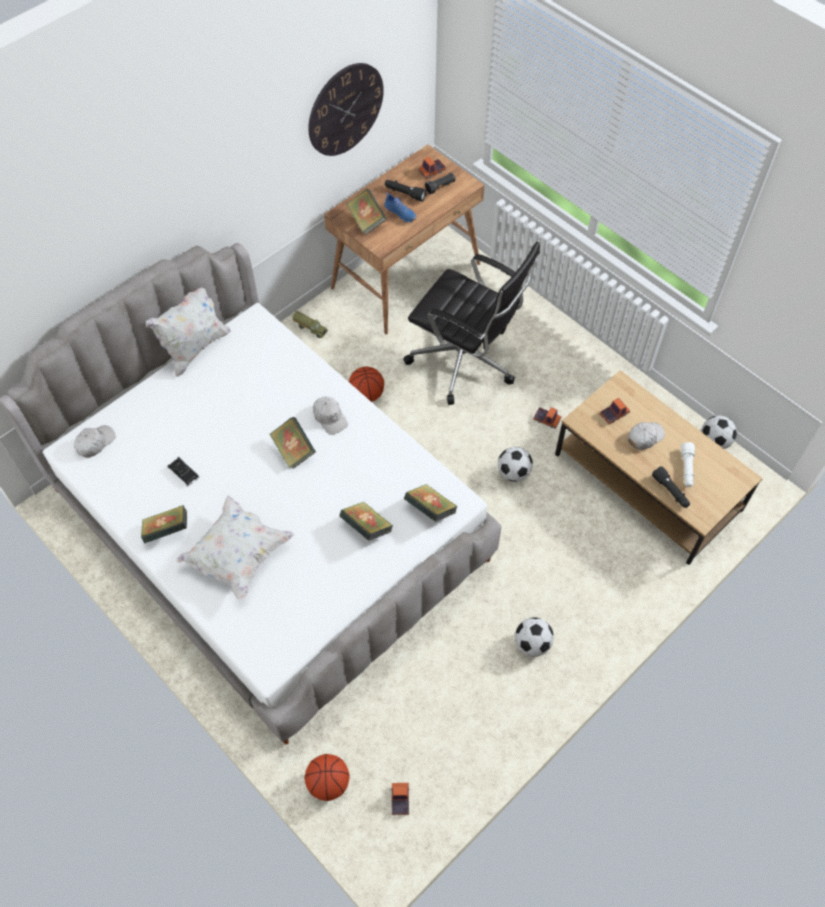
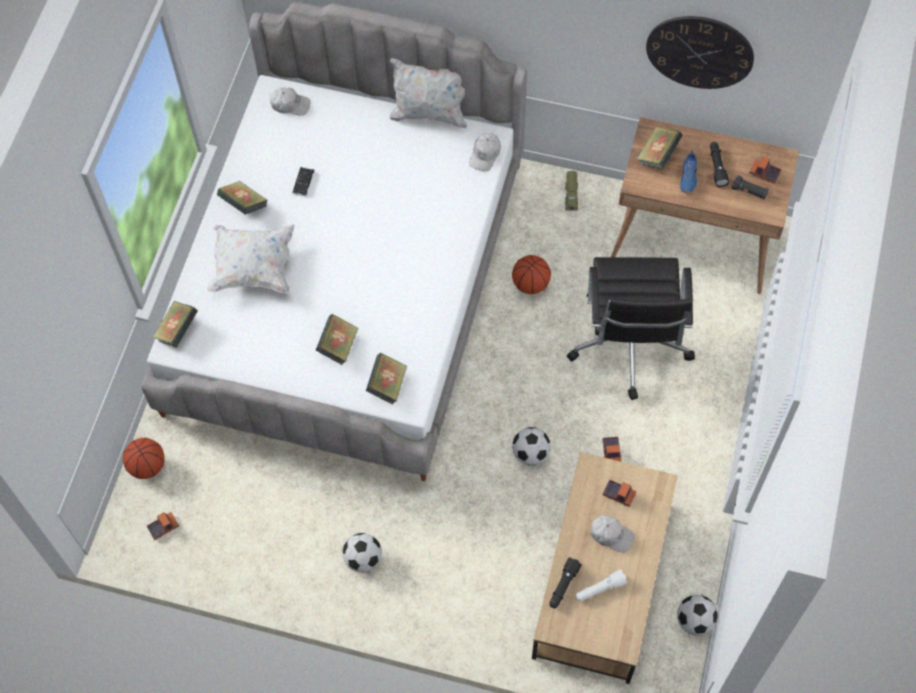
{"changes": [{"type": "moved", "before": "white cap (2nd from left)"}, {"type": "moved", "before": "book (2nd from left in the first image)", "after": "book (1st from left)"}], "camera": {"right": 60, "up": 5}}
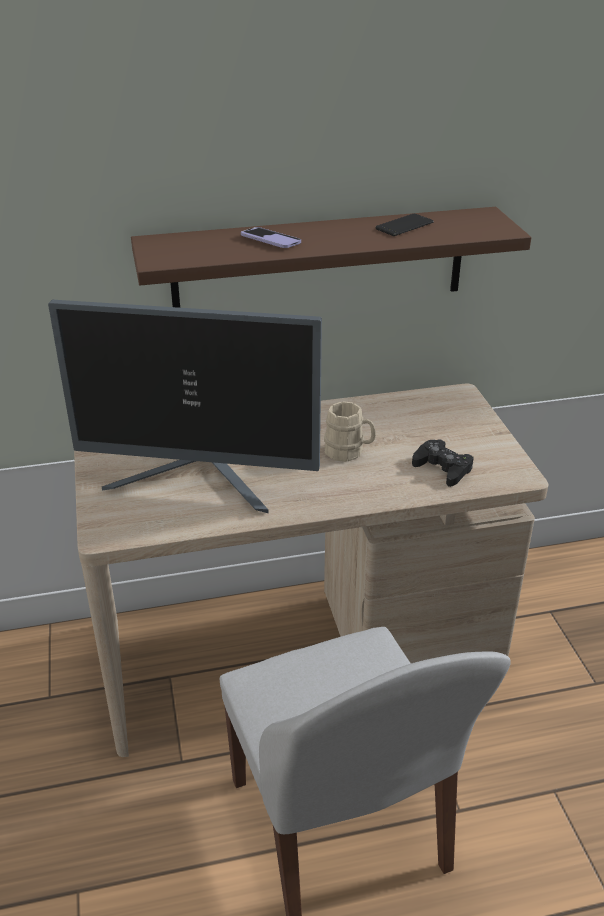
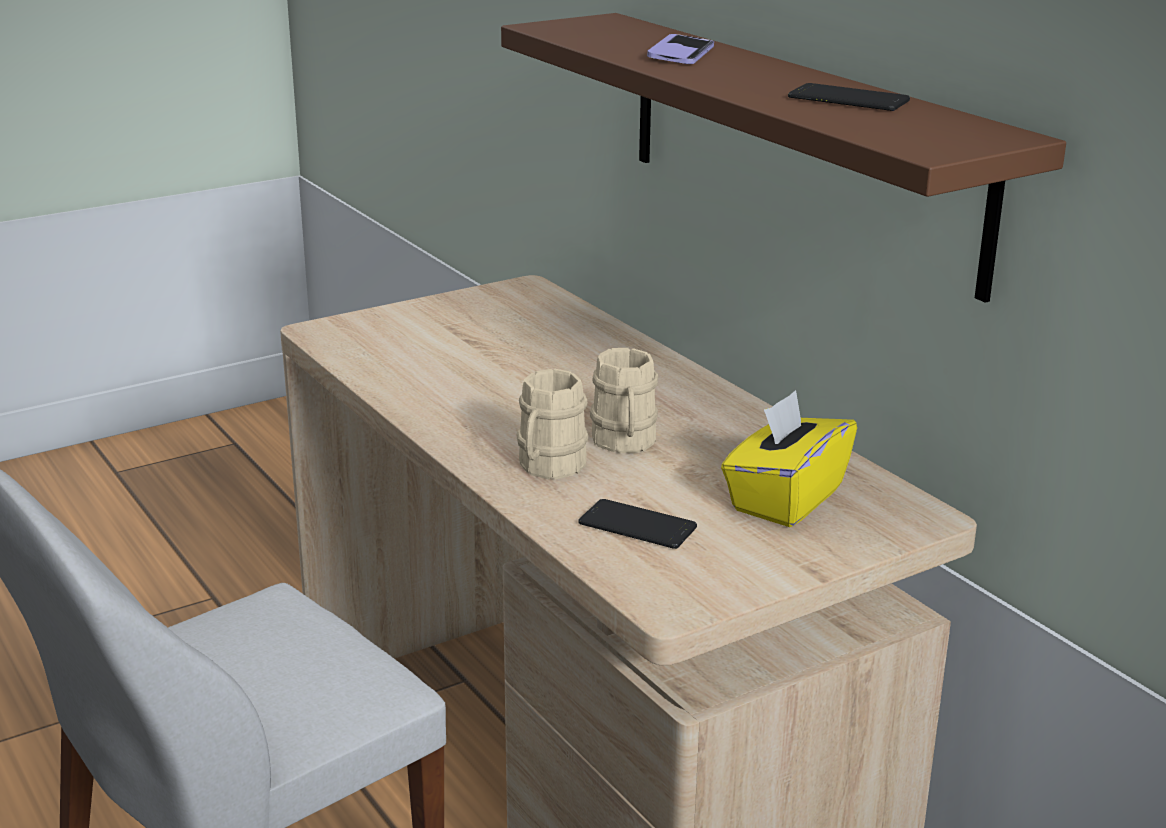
{"changes": [{"type": "removed", "before": "monitor"}, {"type": "replaced", "before": "black game controller", "after": "phone (1st from left)"}, {"type": "added", "after": "beige mug (1st from left)"}, {"type": "added", "after": "yellow tissue box"}], "camera": {"right": 70, "up": -10}}
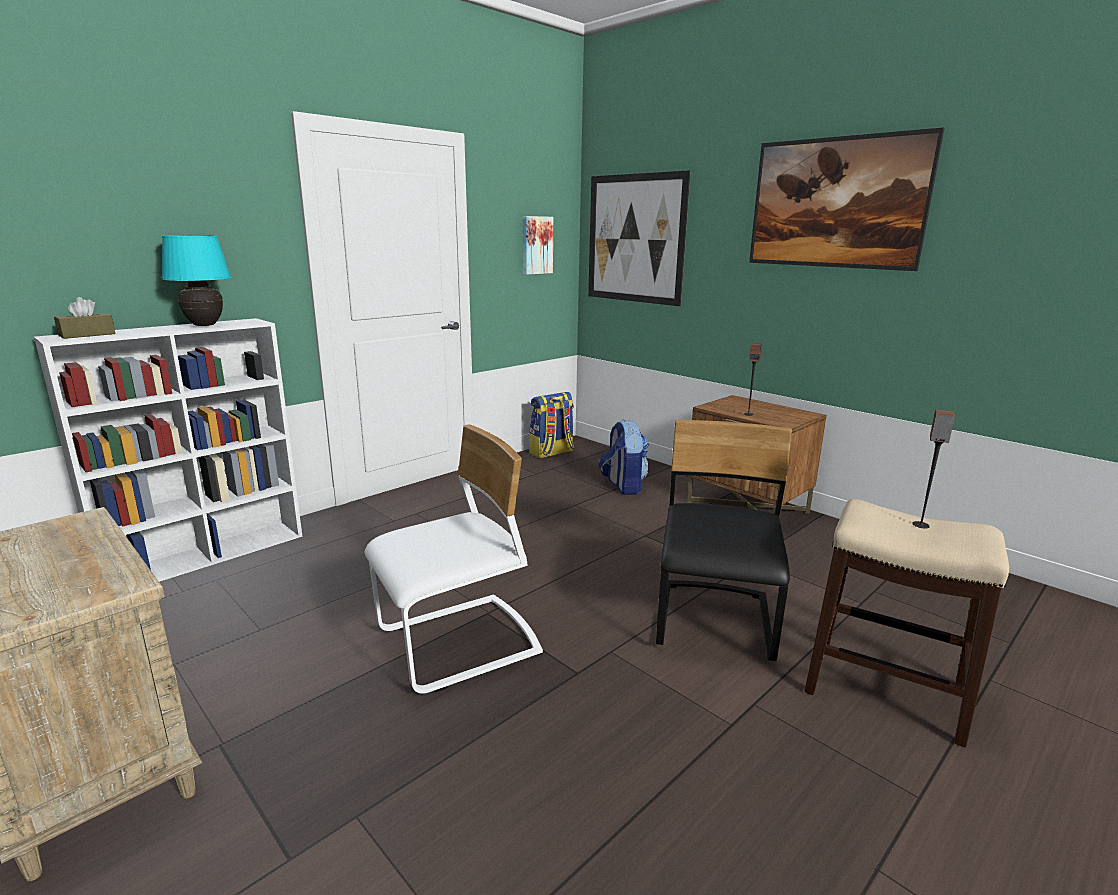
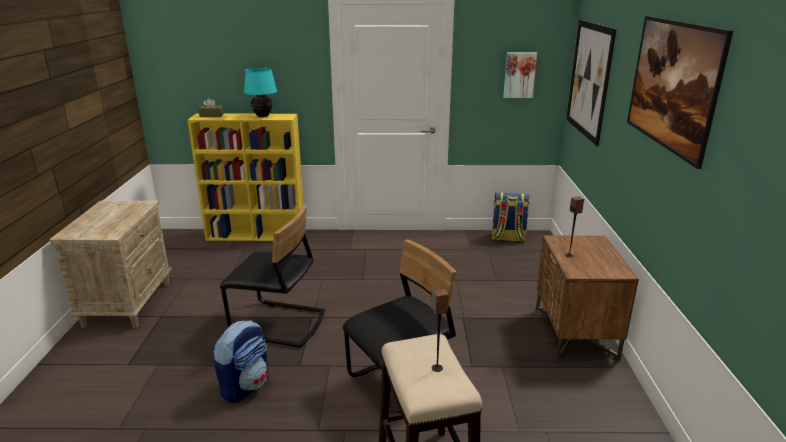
{"changes": [{"type": "recoloured", "before": "white bookcase", "after": "yellow bookcase"}, {"type": "moved", "before": "backpack (2nd from left in the first image)", "after": "backpack (1st from left)"}, {"type": "recoloured", "before": "white chair", "after": "black chair (1st from left)"}], "camera": {"right": 45, "up": 5}}
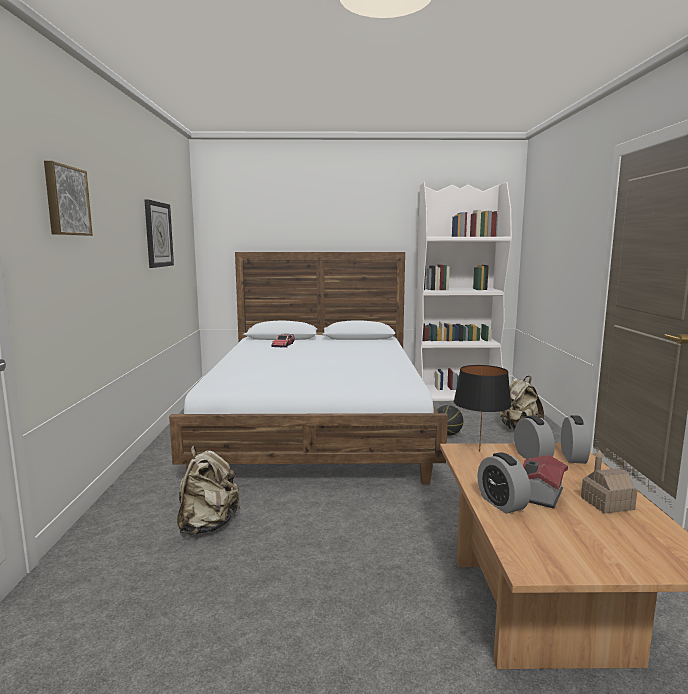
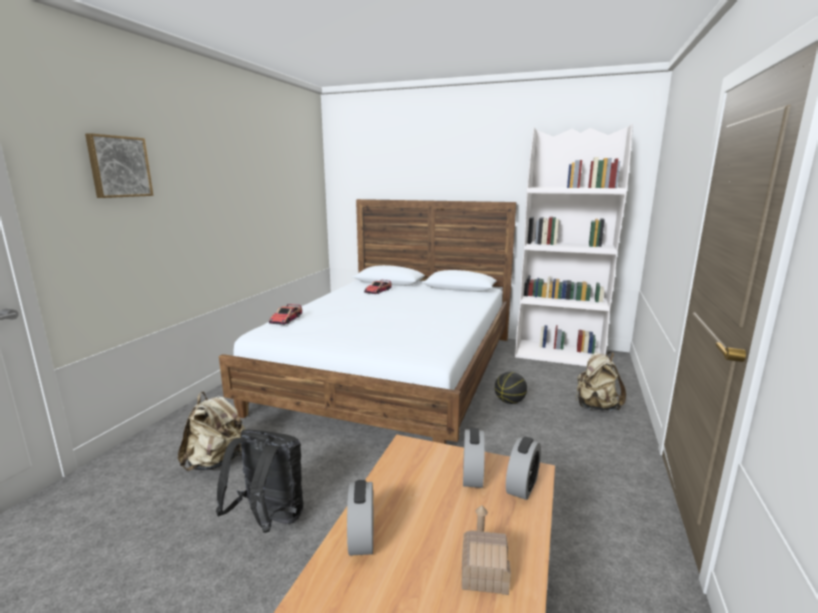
{"changes": [{"type": "removed", "before": "wall clock"}, {"type": "removed", "before": "black table lamp"}, {"type": "removed", "before": "toy house (1st from left)"}, {"type": "added", "after": "toy car (1st from left)"}, {"type": "added", "after": "black backpack"}], "camera": {"right": 20, "up": 5}}
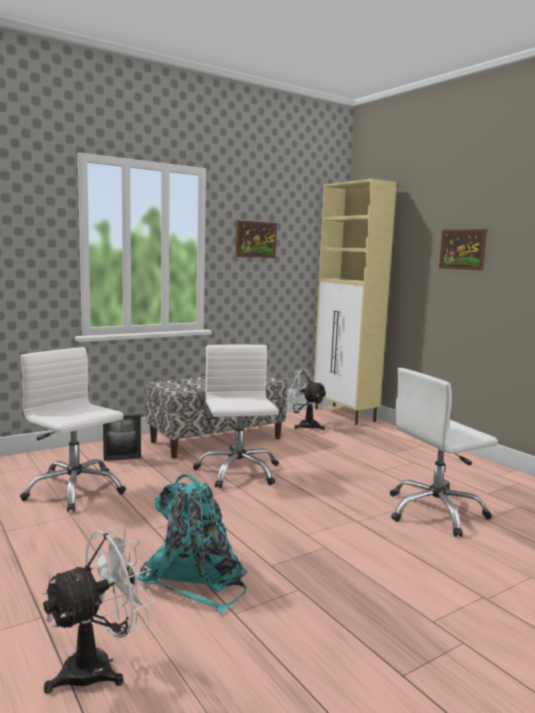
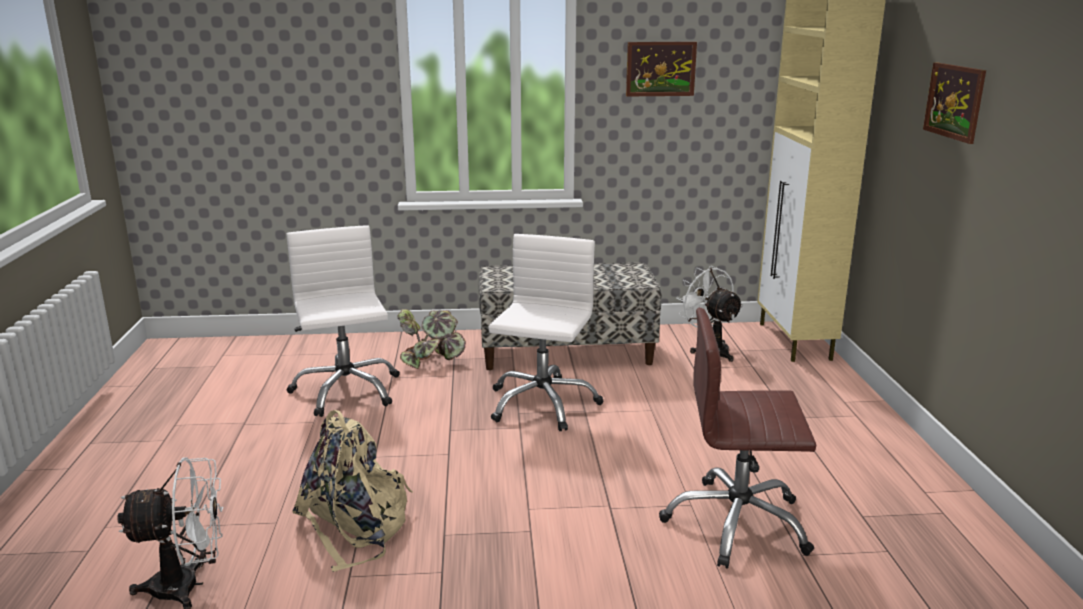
{"changes": [{"type": "recoloured", "before": "white office chair (3rd from left)", "after": "brown office chair"}, {"type": "replaced", "before": "picture frame", "after": "potted plant"}, {"type": "recoloured", "before": "turquoise backpack", "after": "beige backpack"}], "camera": {"right": 30, "up": 10}}
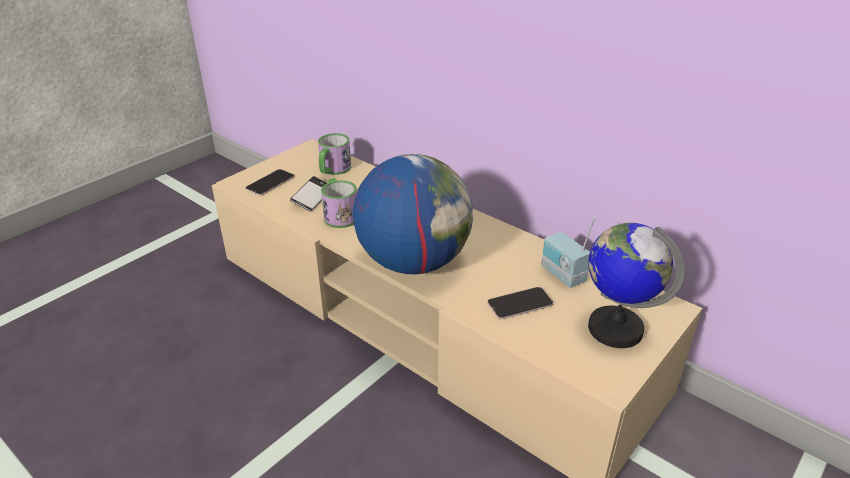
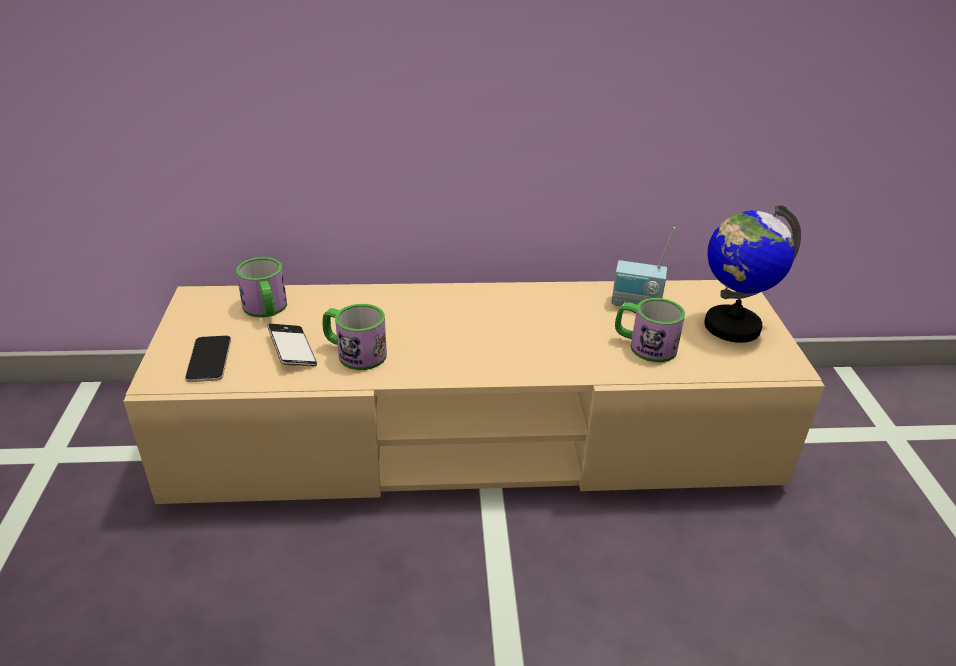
{"changes": [{"type": "removed", "before": "globe (1st from left)"}, {"type": "replaced", "before": "phone (3rd from left)", "after": "mug (3rd from left)"}], "camera": {"right": -45, "up": 0}}
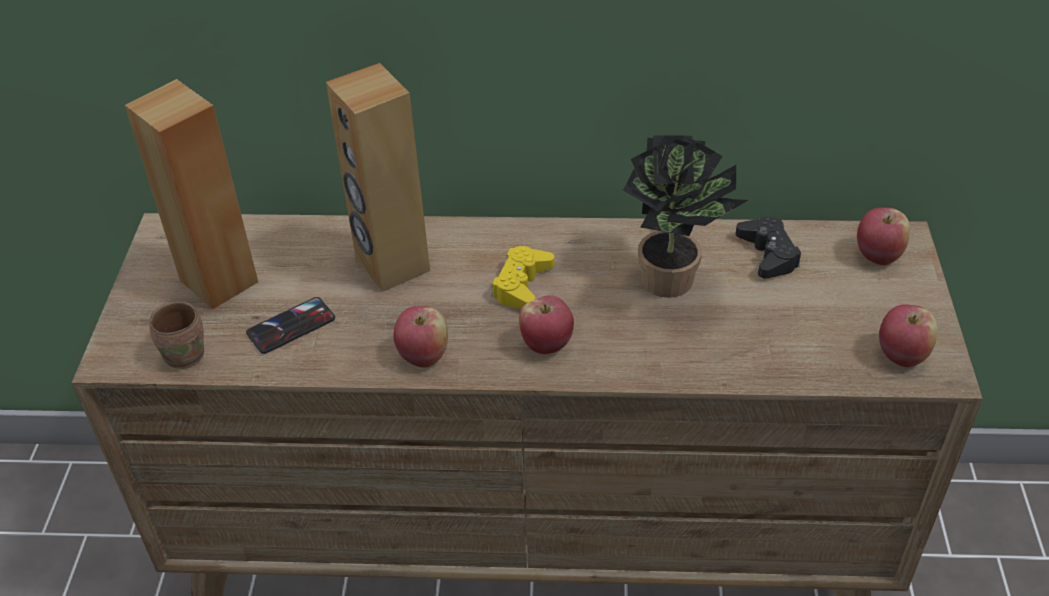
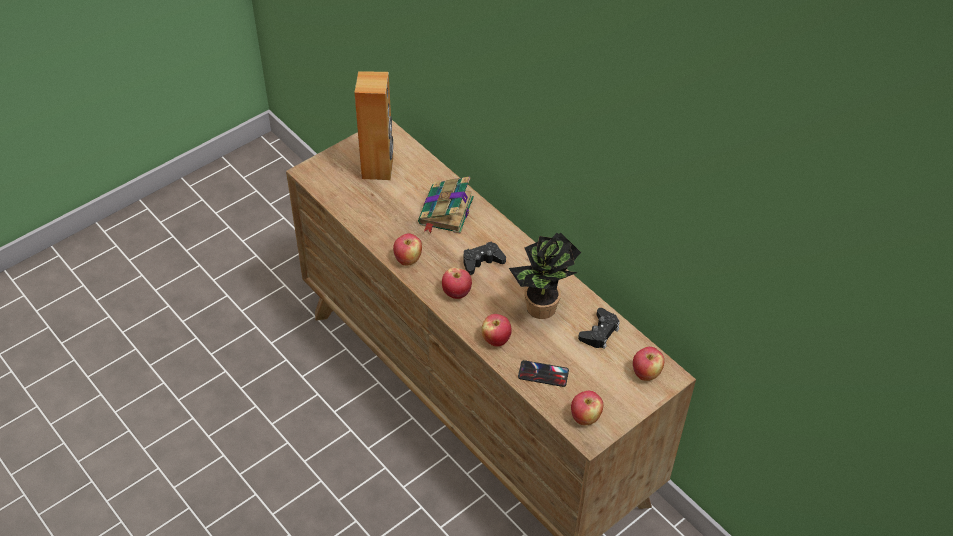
{"changes": [{"type": "replaced", "before": "brown speaker (2nd from left)", "after": "book"}, {"type": "recoloured", "before": "yellow game controller", "after": "black game controller (1st from left)"}, {"type": "moved", "before": "phone"}, {"type": "removed", "before": "brown mug"}, {"type": "added", "after": "apple (3rd from left)"}], "camera": {"right": 45, "up": 5}}
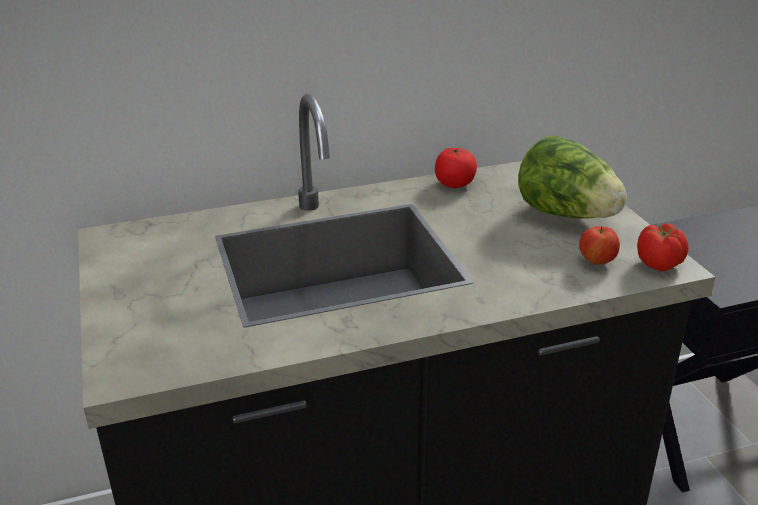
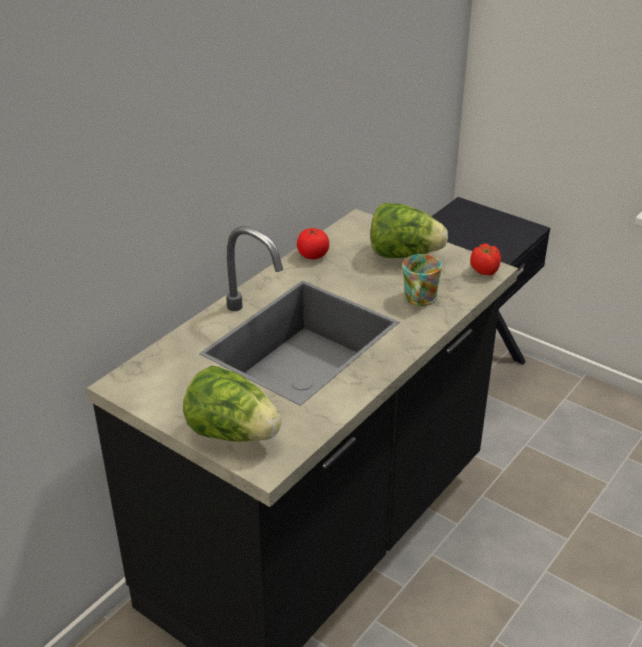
{"changes": [{"type": "removed", "before": "apple"}, {"type": "added", "after": "mug"}, {"type": "added", "after": "lettuce (1st from left)"}], "camera": {"right": -35, "up": 5}}
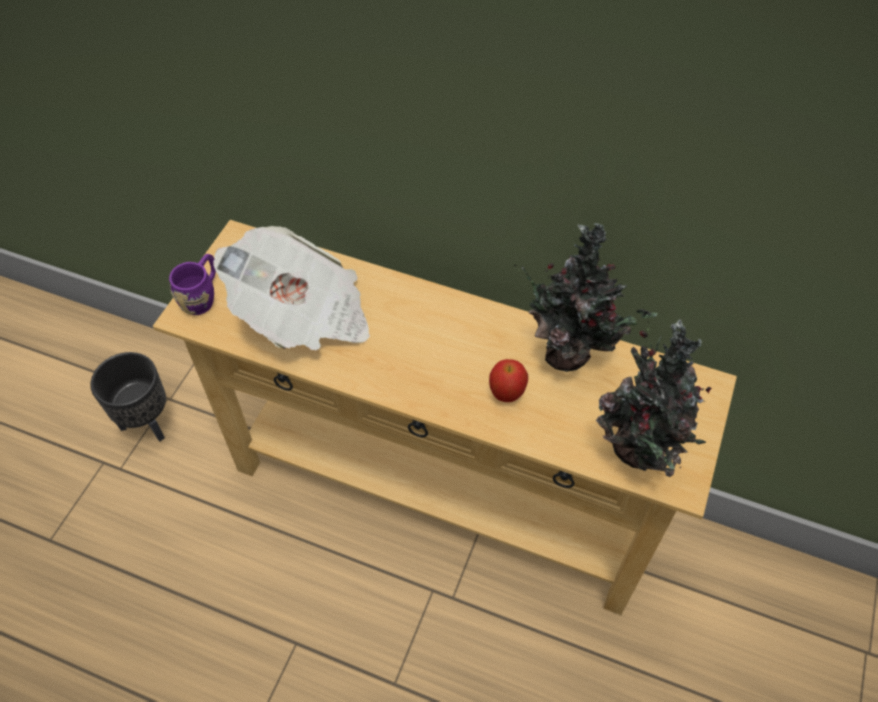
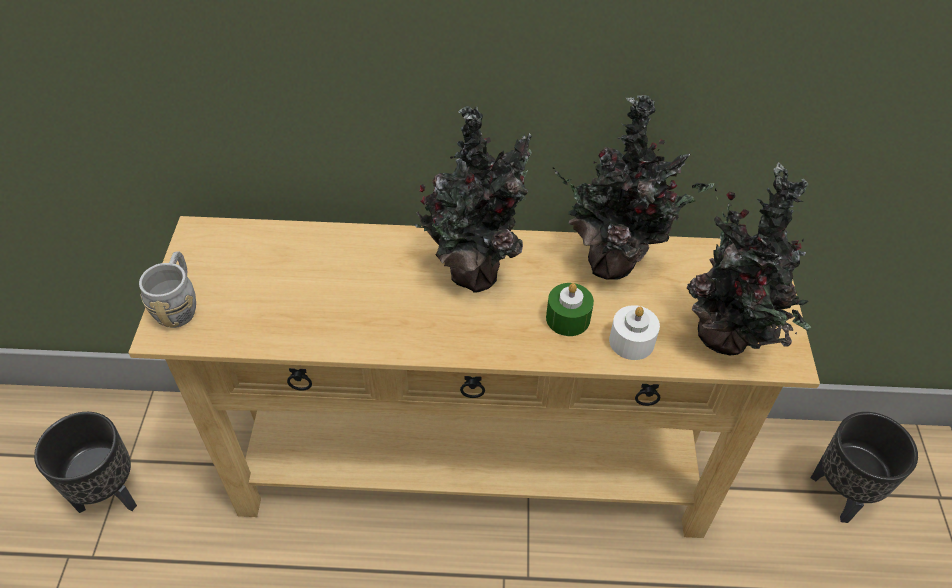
{"changes": [{"type": "removed", "before": "newspaper"}, {"type": "recoloured", "before": "purple mug", "after": "grey mug"}, {"type": "replaced", "before": "apple", "after": "green candle"}, {"type": "added", "after": "potted plant (1st from left)"}, {"type": "added", "after": "white candle"}, {"type": "added", "after": "black planter (2nd from left)"}], "camera": {"right": -20, "up": -5}}
